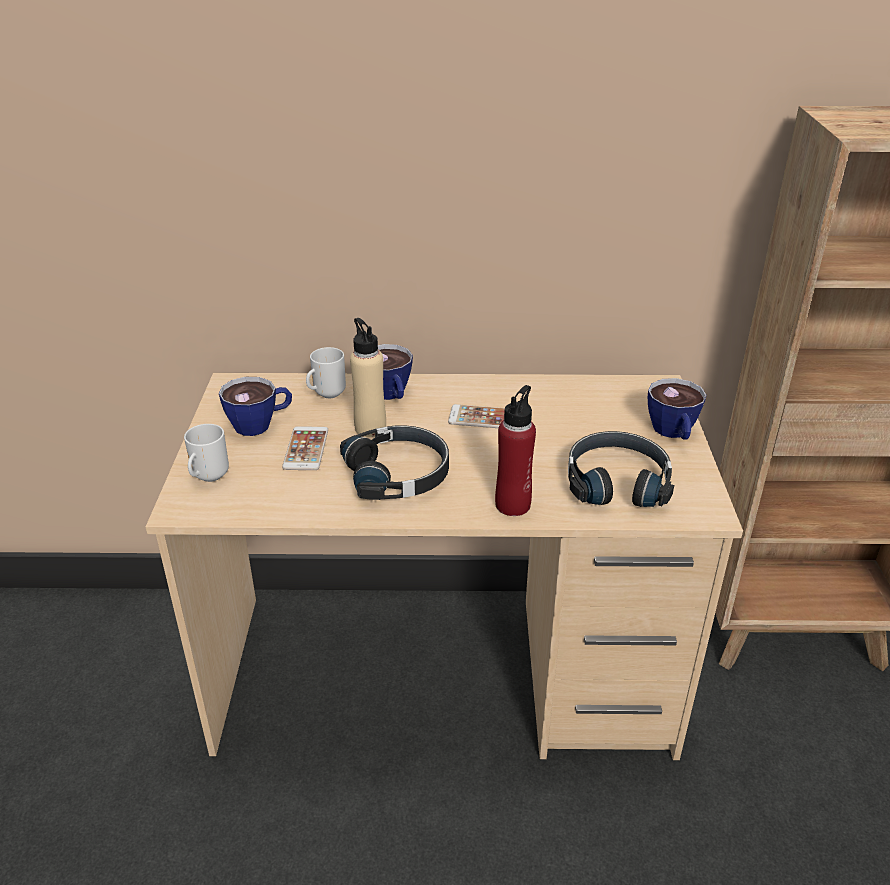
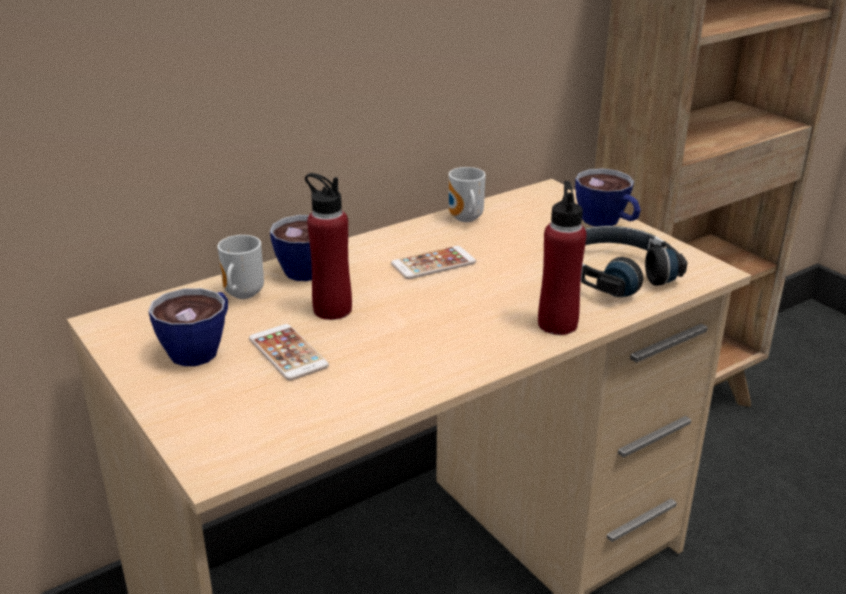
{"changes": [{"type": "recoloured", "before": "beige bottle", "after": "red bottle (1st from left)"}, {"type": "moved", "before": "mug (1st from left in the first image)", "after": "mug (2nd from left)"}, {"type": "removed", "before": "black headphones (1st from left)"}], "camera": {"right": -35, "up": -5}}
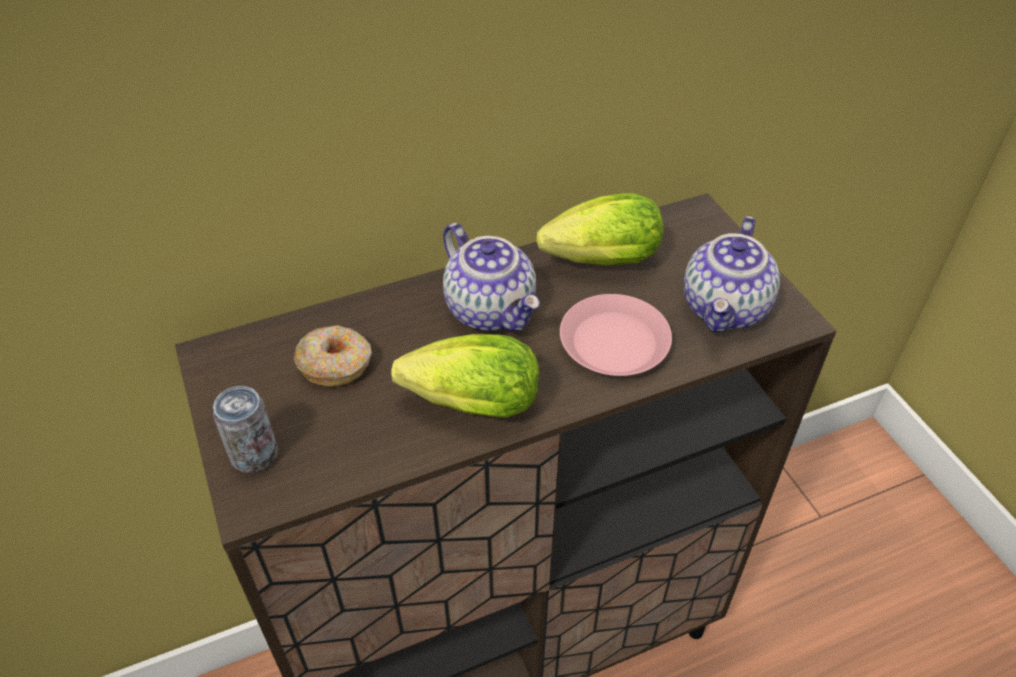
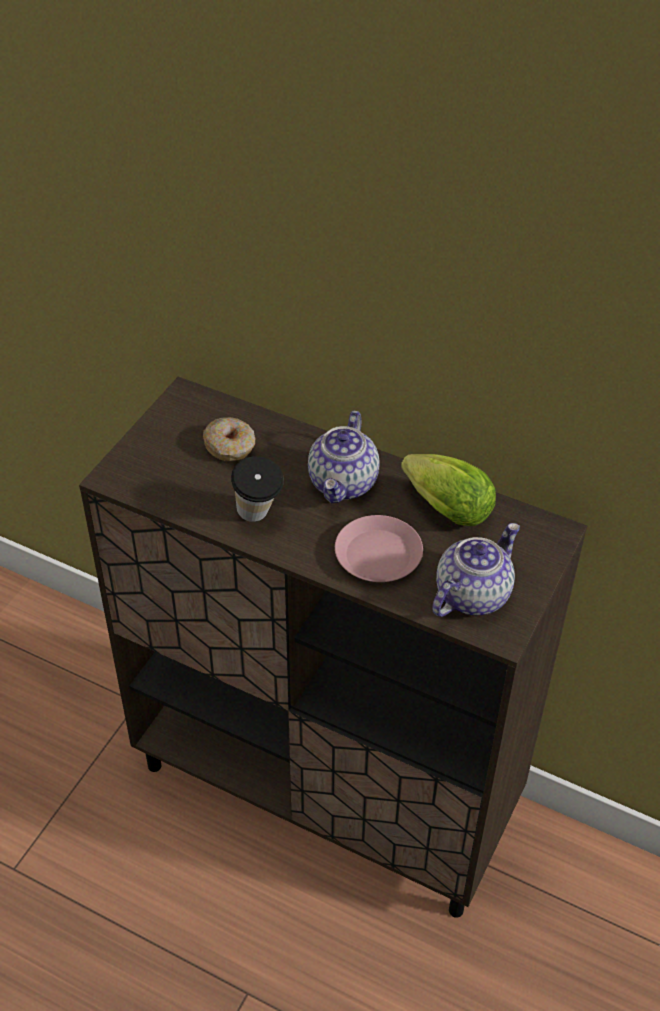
{"changes": [{"type": "turned", "before": "teapot (2nd from left)", "turn": 150}, {"type": "replaced", "before": "lettuce (1st from left)", "after": "cup"}, {"type": "removed", "before": "can"}], "camera": {"right": 50, "up": 0}}
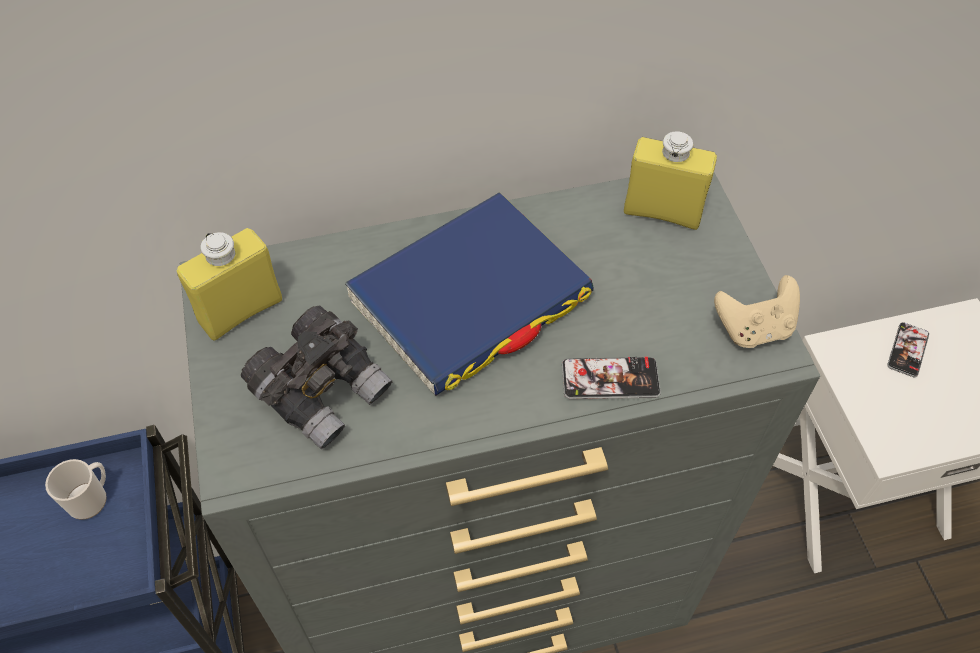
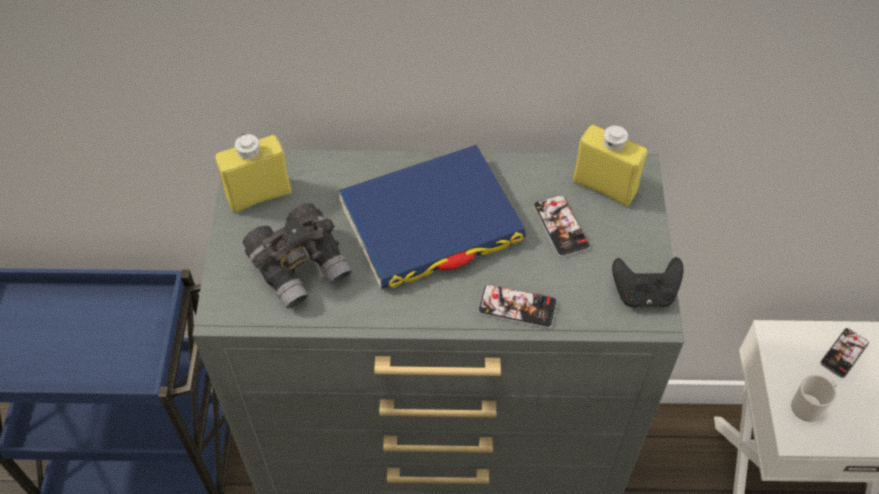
{"changes": [{"type": "recoloured", "before": "beige game controller", "after": "black game controller"}, {"type": "moved", "before": "mug"}, {"type": "added", "after": "phone (2nd from left)"}], "camera": {"right": 15, "up": 0}}
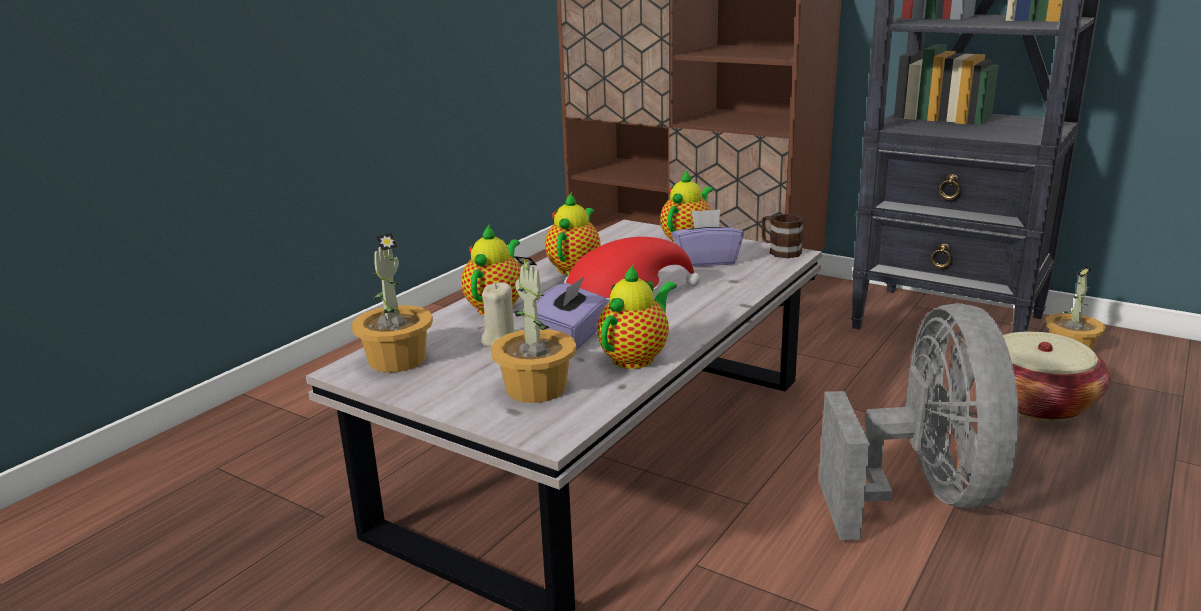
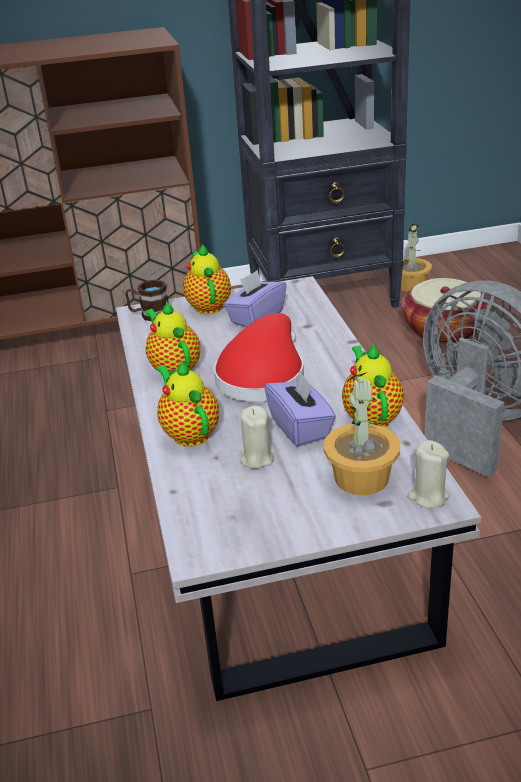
{"changes": [{"type": "moved", "before": "brown mug"}, {"type": "removed", "before": "potted plant (1st from left)"}, {"type": "added", "after": "beige candle (2nd from left)"}], "camera": {"right": -45, "up": 10}}
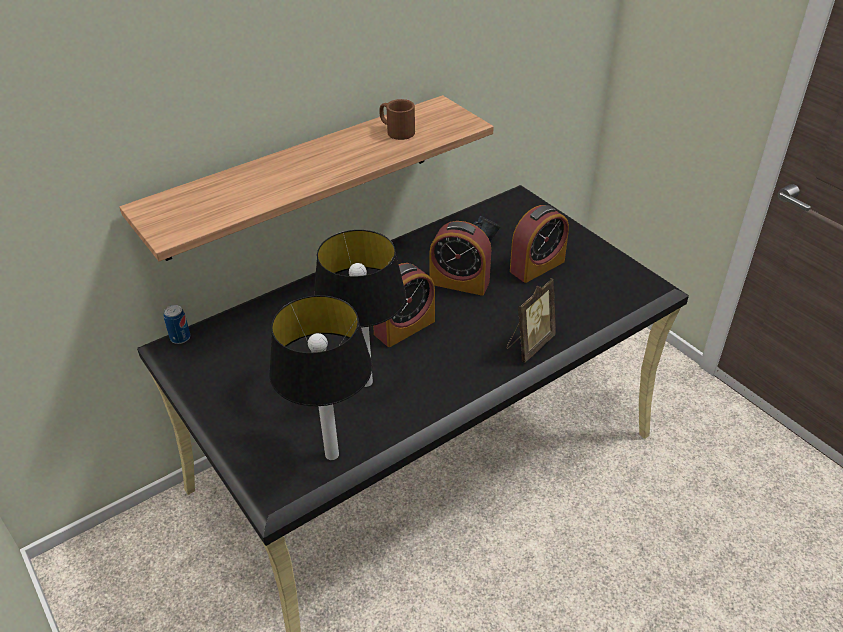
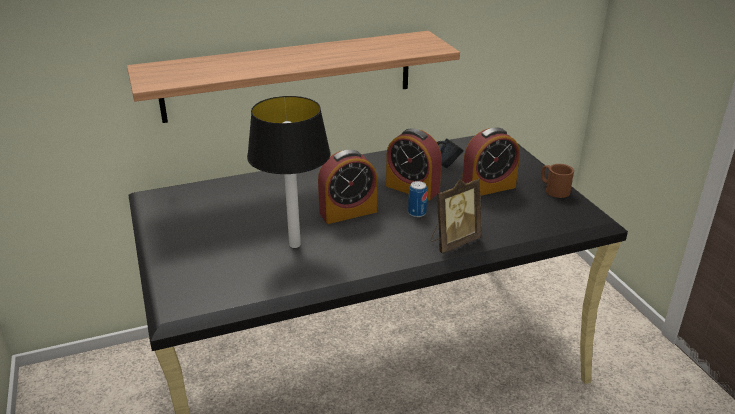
{"changes": [{"type": "moved", "before": "brown mug"}, {"type": "removed", "before": "table lamp (1st from left)"}, {"type": "moved", "before": "can"}], "camera": {"right": 15, "up": -10}}
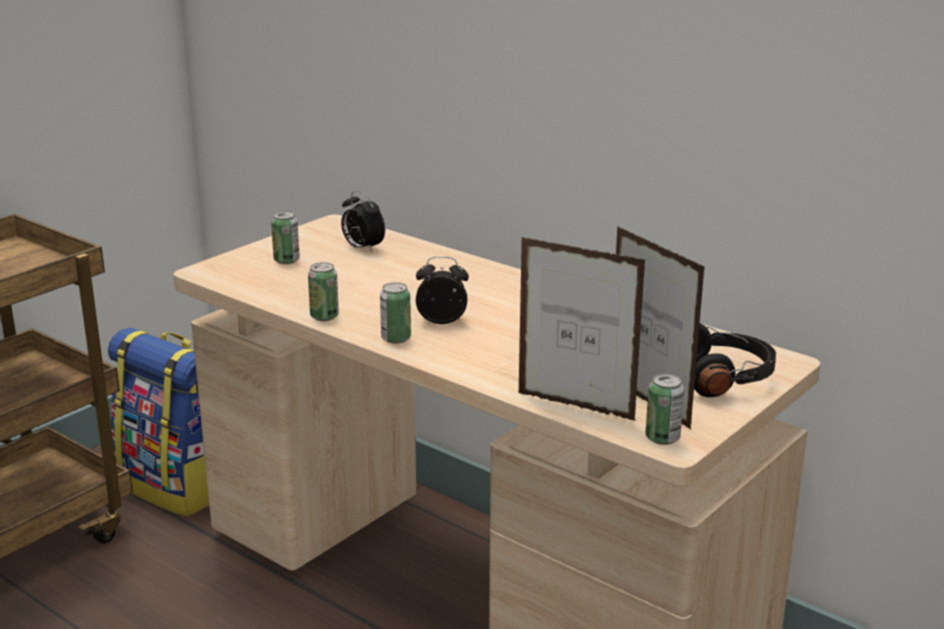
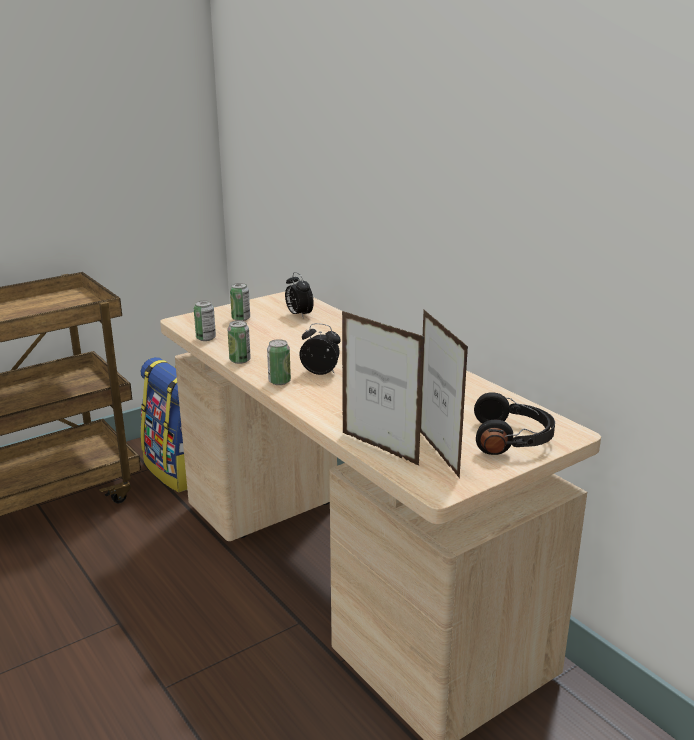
{"changes": [{"type": "moved", "before": "can (4th from left in the first image)", "after": "can (1st from left)"}], "camera": {"right": 15, "up": 0}}
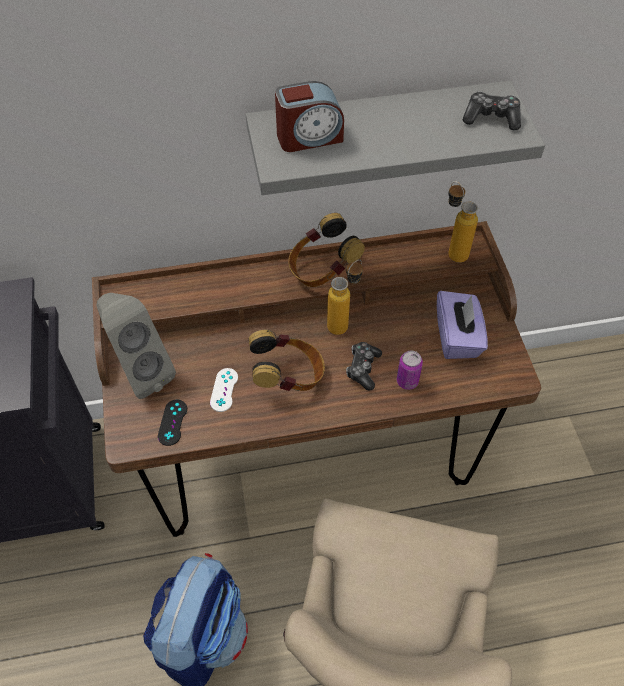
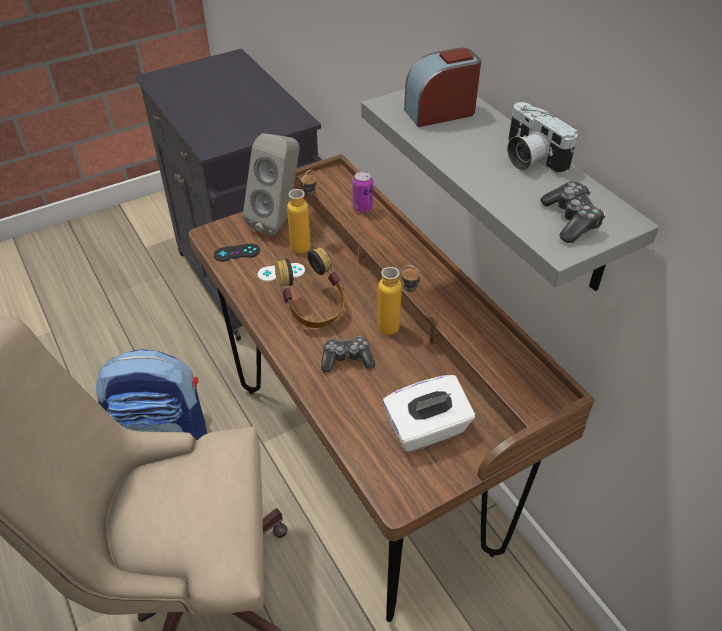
{"changes": [{"type": "turned", "before": "alarm clock", "turn": 105}, {"type": "moved", "before": "bottle (2nd from left in the first image)", "after": "bottle (1st from left)"}, {"type": "removed", "before": "headphones (2nd from left)"}, {"type": "recoloured", "before": "purple tissue box", "after": "white tissue box"}, {"type": "moved", "before": "can"}, {"type": "added", "after": "photo camera"}], "camera": {"right": 70, "up": -10}}
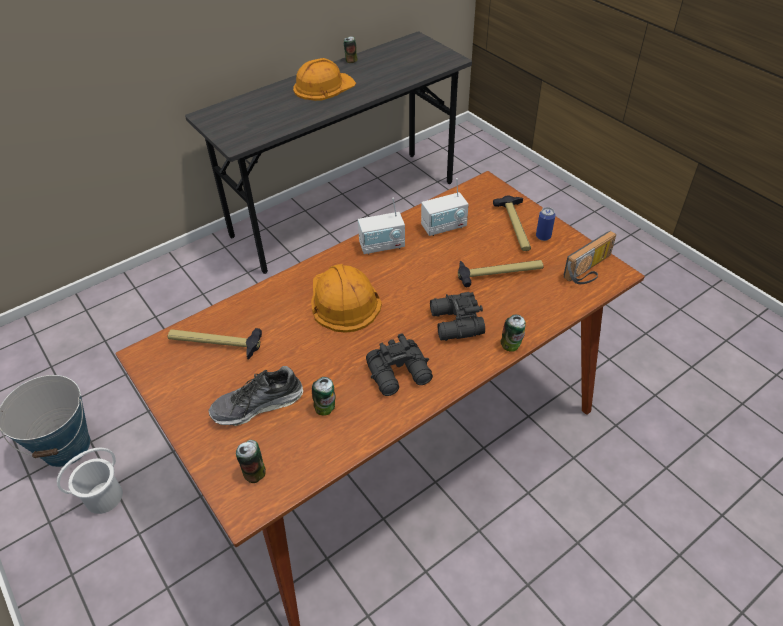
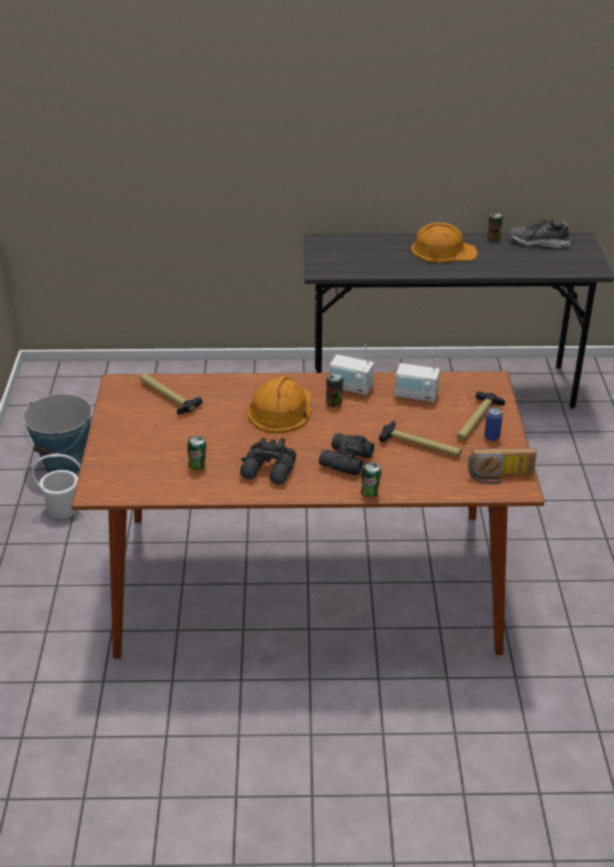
{"changes": [{"type": "moved", "before": "shoe"}, {"type": "moved", "before": "can (1st from left in the first image)", "after": "can (2nd from left)"}], "camera": {"right": 35, "up": -10}}
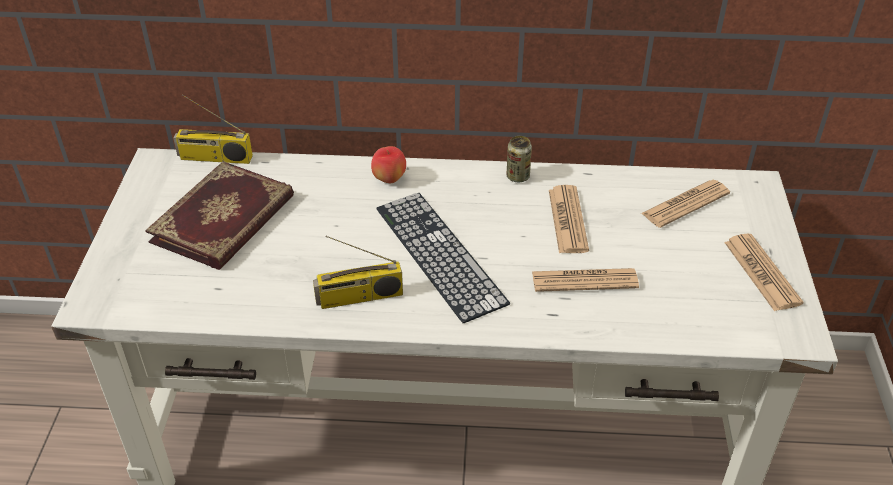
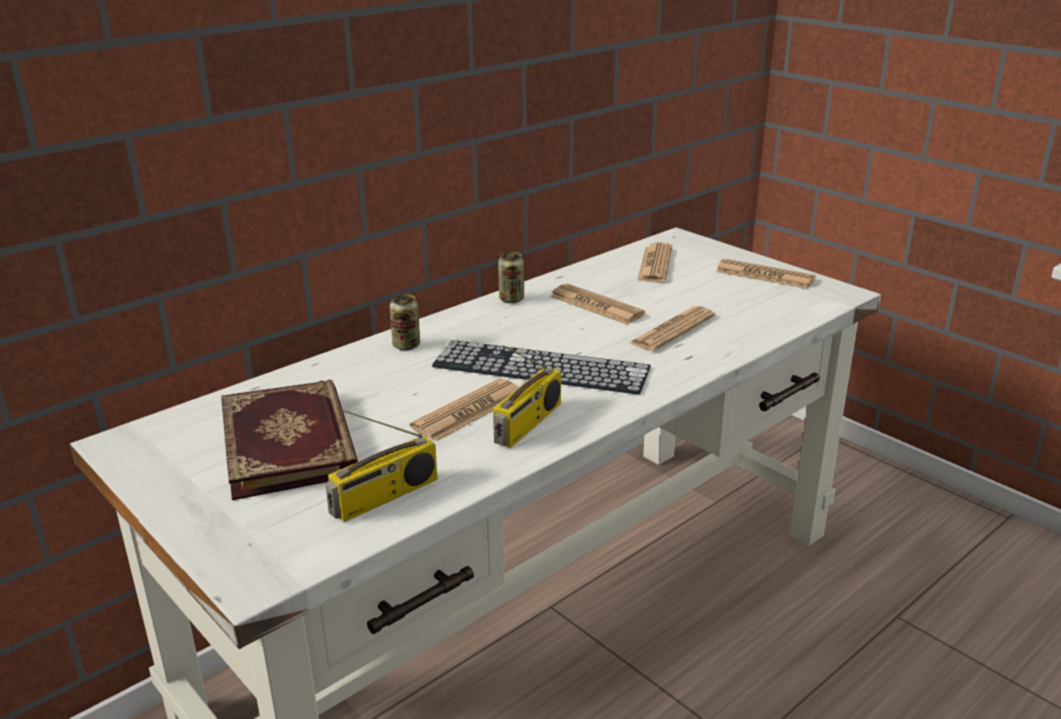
{"changes": [{"type": "moved", "before": "radio (1st from left)"}, {"type": "replaced", "before": "apple", "after": "can (1st from left)"}, {"type": "added", "after": "newspaper (1st from left)"}], "camera": {"right": -45, "up": -15}}
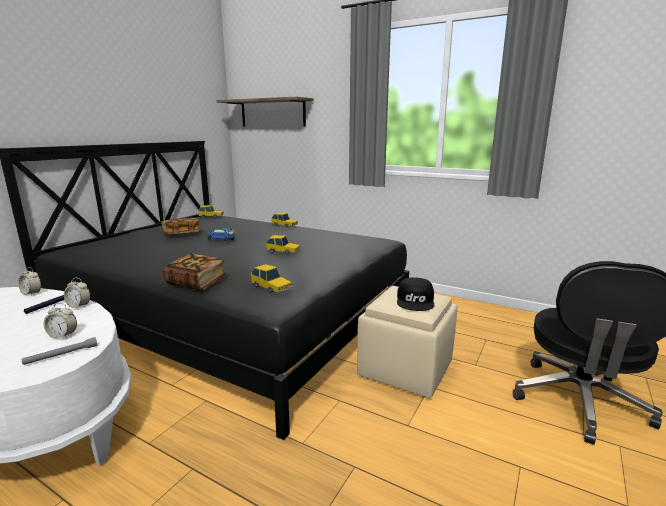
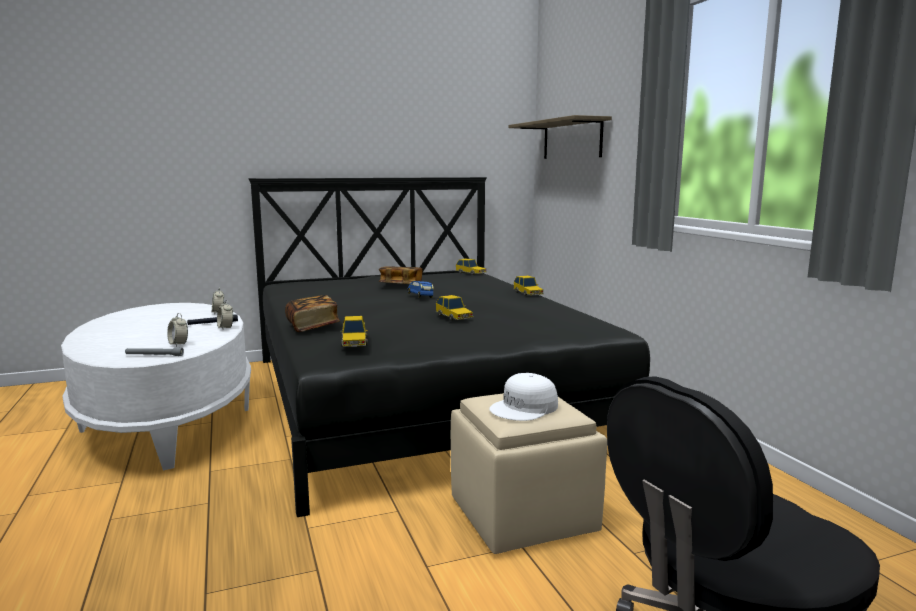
{"changes": [{"type": "recoloured", "before": "black cap", "after": "white cap"}], "camera": {"right": 40, "up": -5}}
